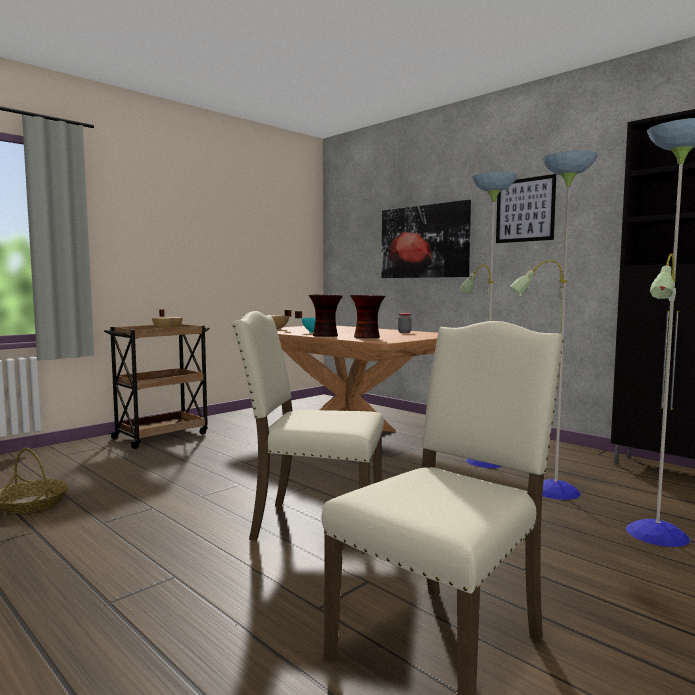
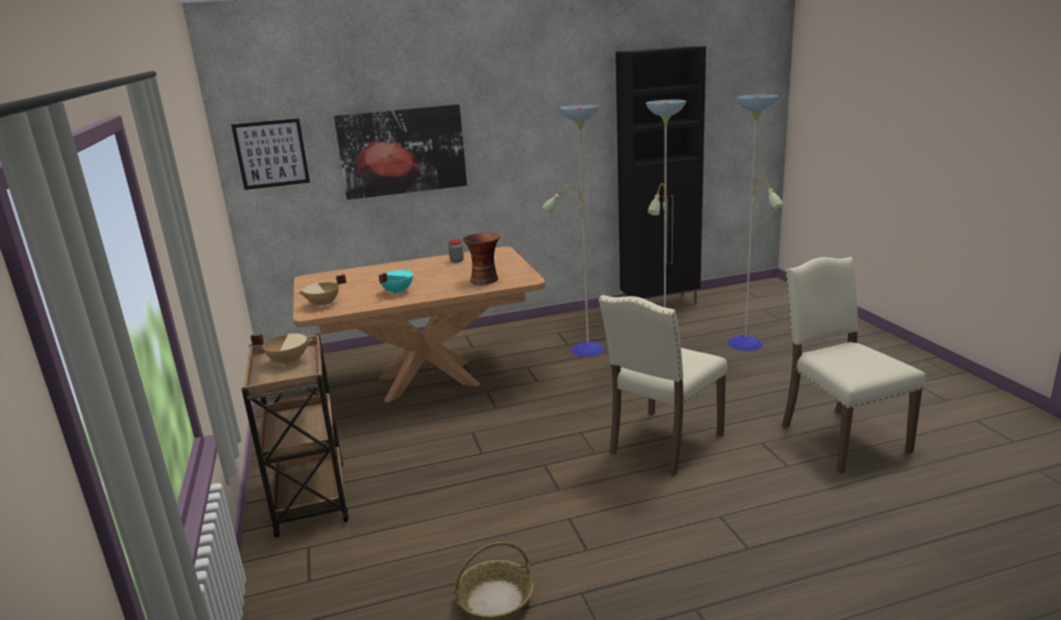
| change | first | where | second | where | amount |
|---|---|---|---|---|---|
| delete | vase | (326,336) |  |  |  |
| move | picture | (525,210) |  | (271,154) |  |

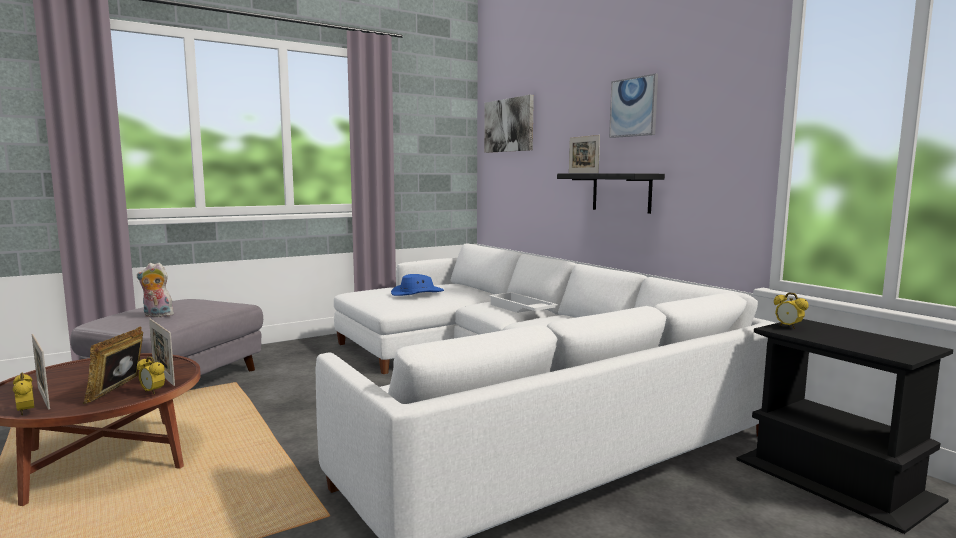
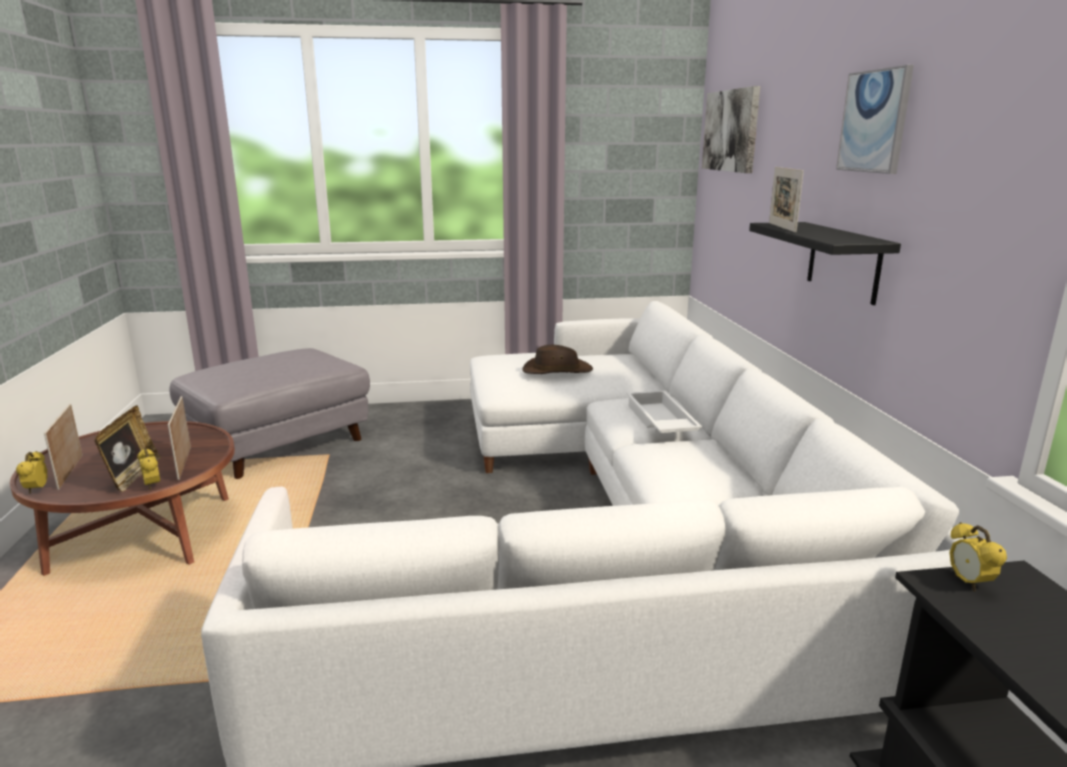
| change | first | where | second | where | amount |
|---|---|---|---|---|---|
| rotate | picture frame | (119,391) |  | (132,476) | 150 degrees clockwise |
| delete | plush toy | (157,316) |  |  |  |
| recolor | hat (blue) | (417,293) | hat (brown) | (556,370) |  |

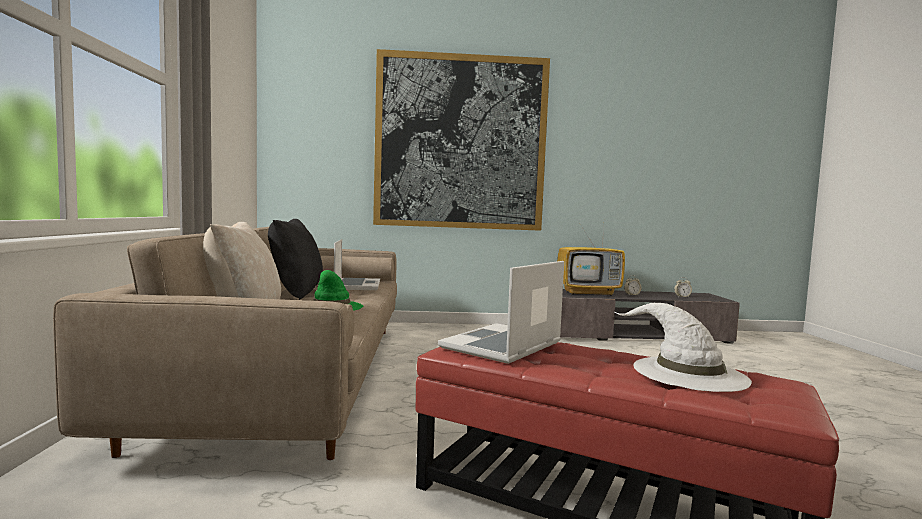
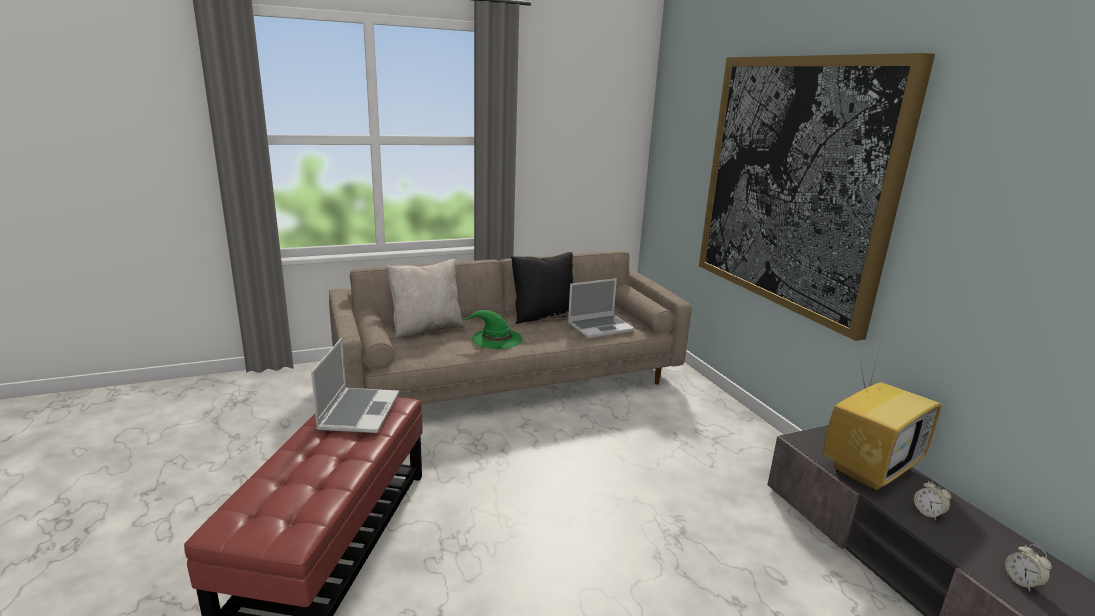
| change | first | where | second | where | amount |
|---|---|---|---|---|---|
| rotate | laptop | (502,346) |  | (358,411) | 75 degrees clockwise |
| rotate | television | (589,293) |  | (870,467) | 105 degrees counterclockwise |
| delete | hat (white) | (687,372) |  |  |  |

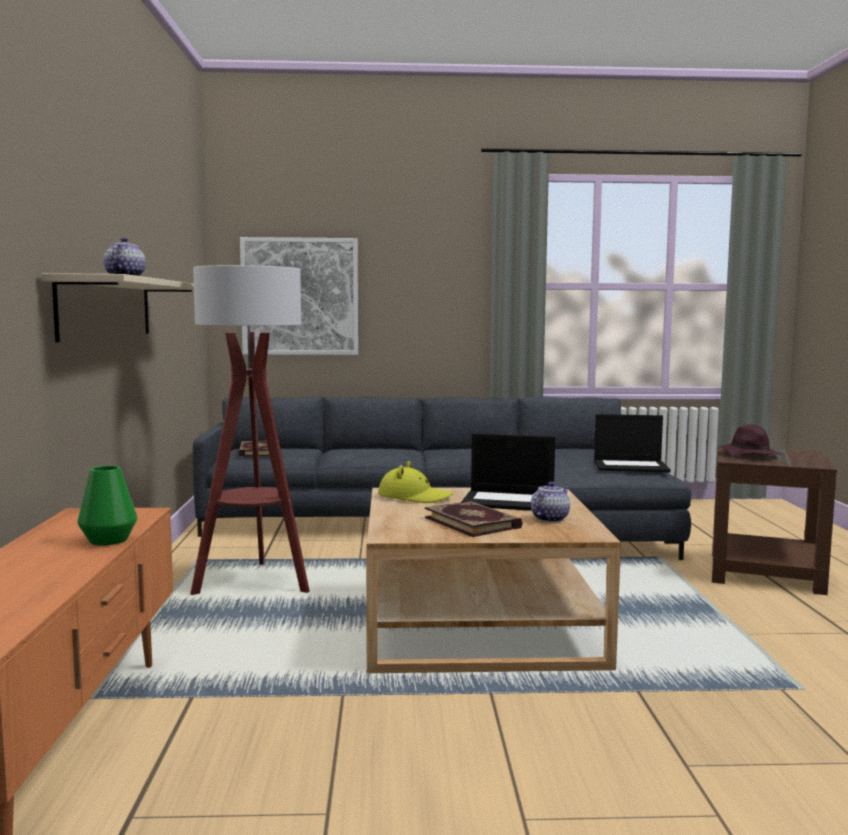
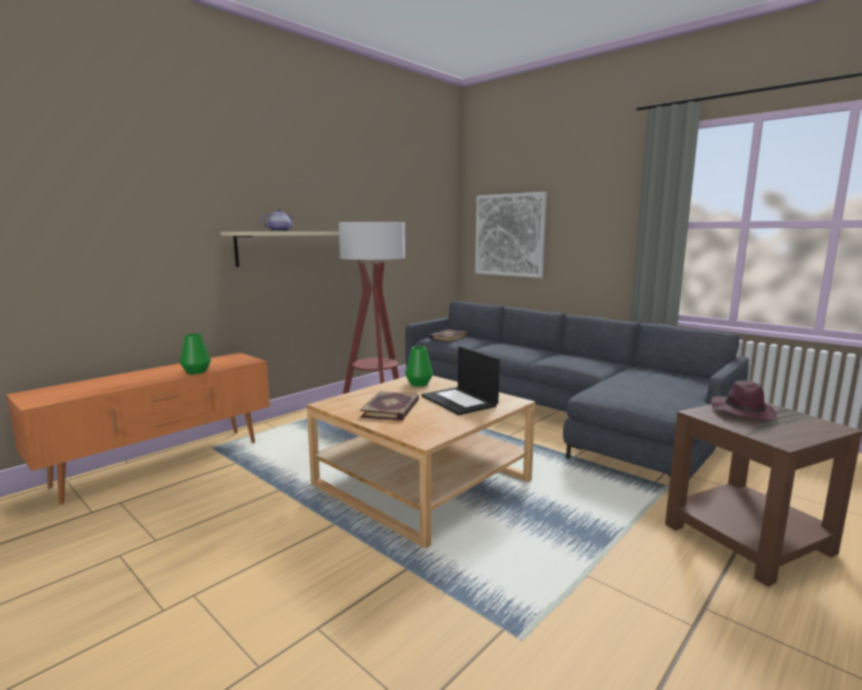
| change | first | where | second | where | amount |
|---|---|---|---|---|---|
| replace | hat (yellow) | (414,497) | vase (green) | (419,383) |  |
| delete | teapot | (550,518) |  |  |  |
| delete | laptop | (631,466) |  |  |  |

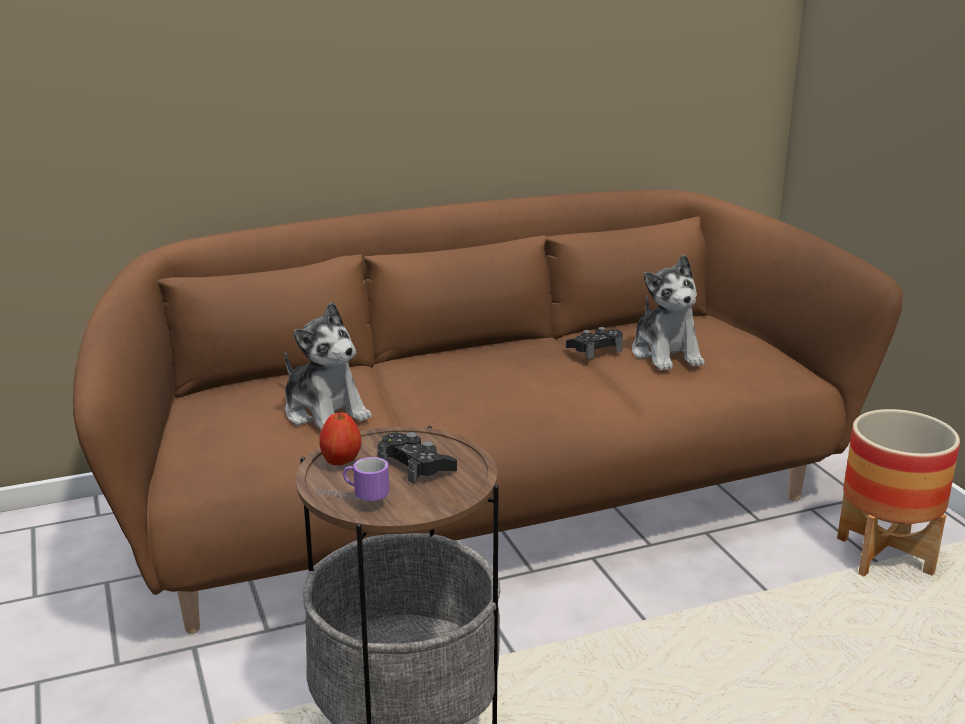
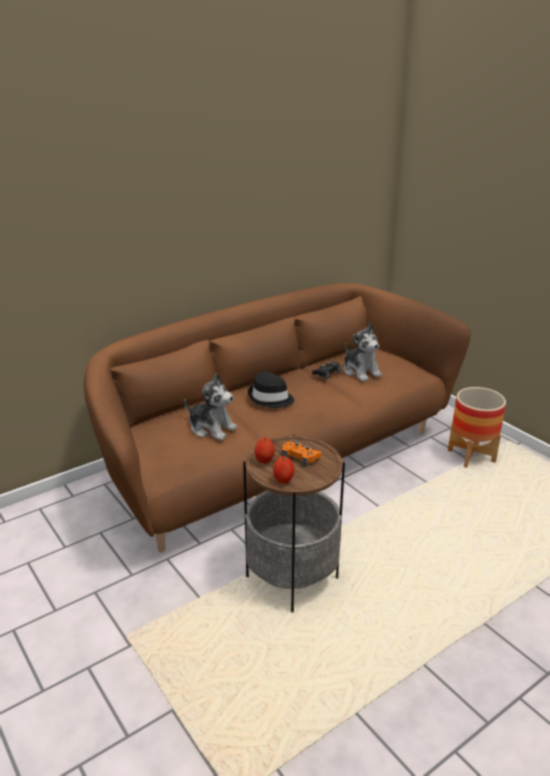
| change | first | where | second | where | amount |
|---|---|---|---|---|---|
| replace | mug | (352,499) | apple | (283,480) |  |
| recolor | game controller (black) | (416,466) | game controller (orange) | (300,457) |  |
| insert |  |  | hat (black) | (270,398) |  |

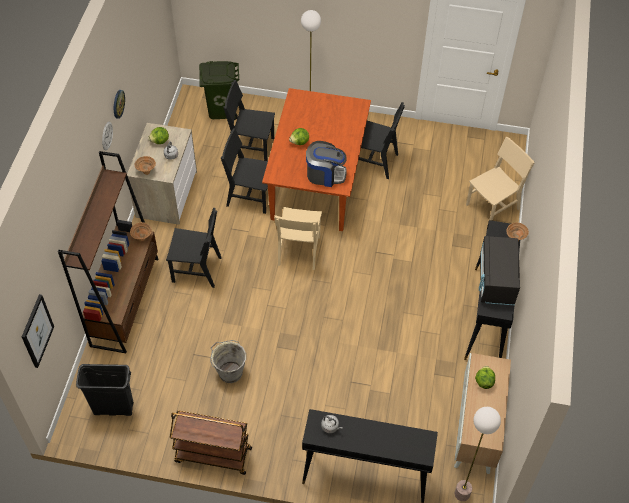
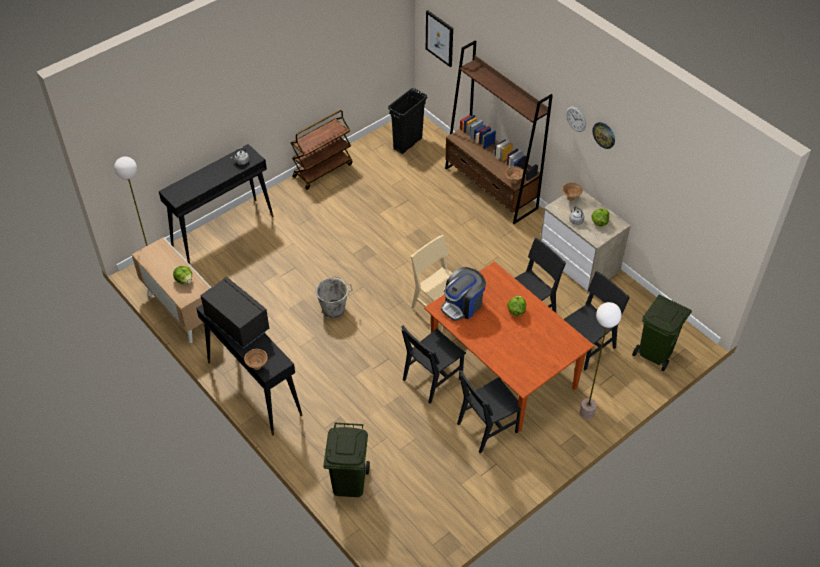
| change | first | where | second | where | amount |
|---|---|---|---|---|---|
| move | chair (black) | (197,270) |  | (432,379) |  |
| move | bucket (grey) | (229,372) |  | (334,309) |  |
| replace | chair (beige) | (492,207) | trash can (green) | (348,482) |  |

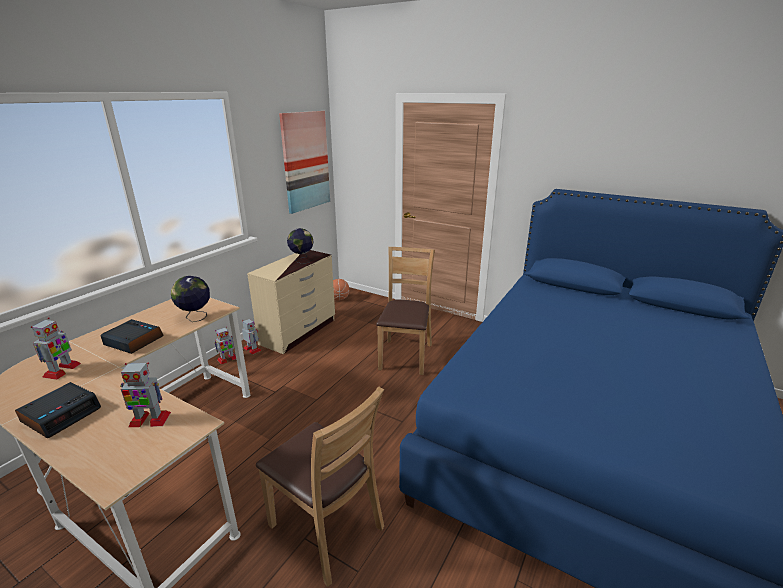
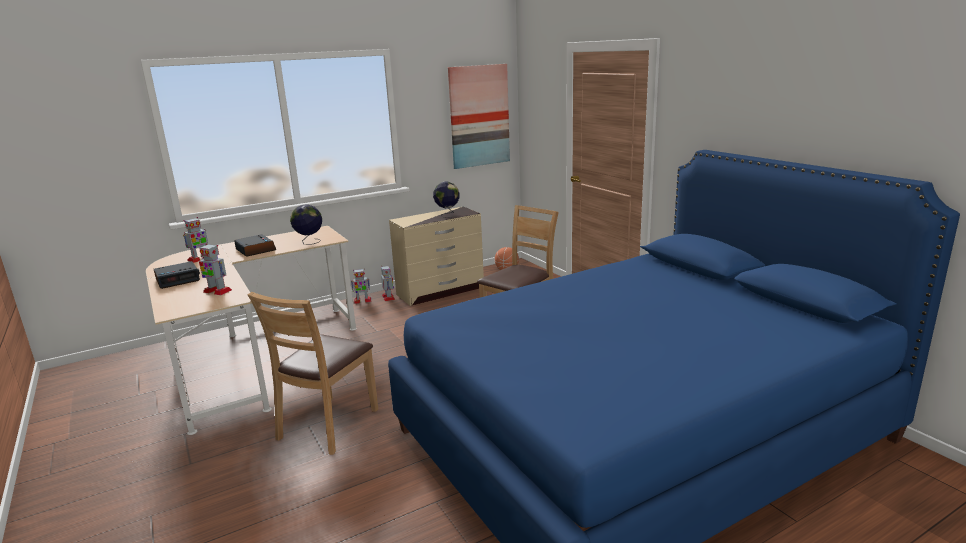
| change | first | where | second | where | amount |
|---|---|---|---|---|---|
| rotate | chair (brown) | (326,528) |  | (328,425) | 45 degrees clockwise |

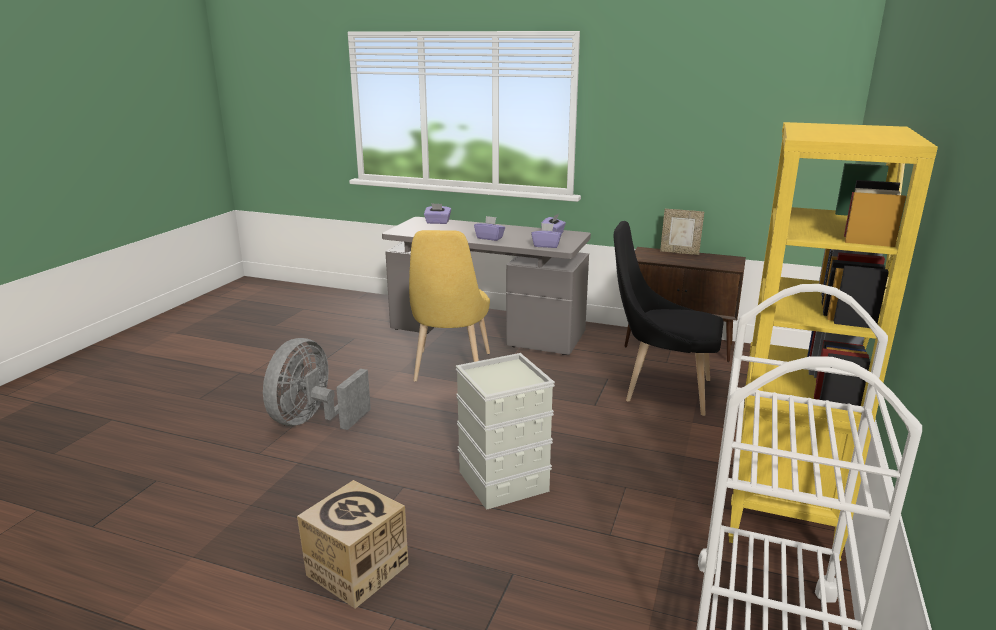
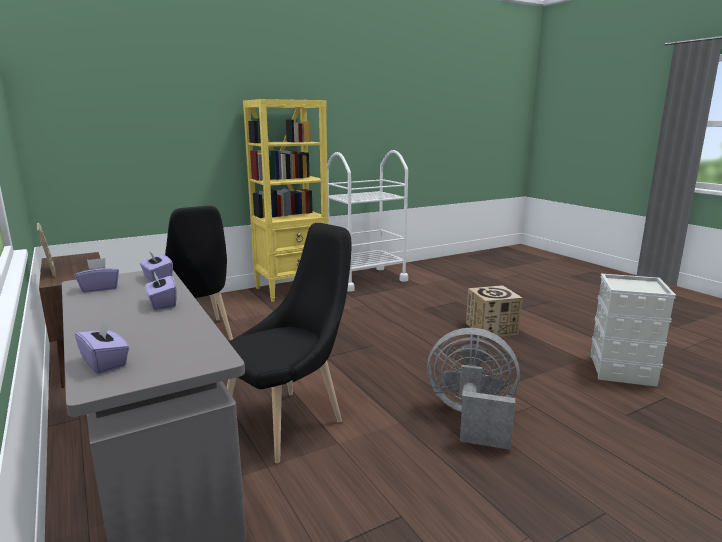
| change | first | where | second | where | amount |
|---|---|---|---|---|---|
| rotate | fan (grey) | (313,420) |  | (472,418) | 135 degrees counterclockwise |
| recolor | chair (yellow) | (450,370) | chair (black) | (290,420) |  |
| move | storage box (grey) | (502,481) |  | (622,371) |  |

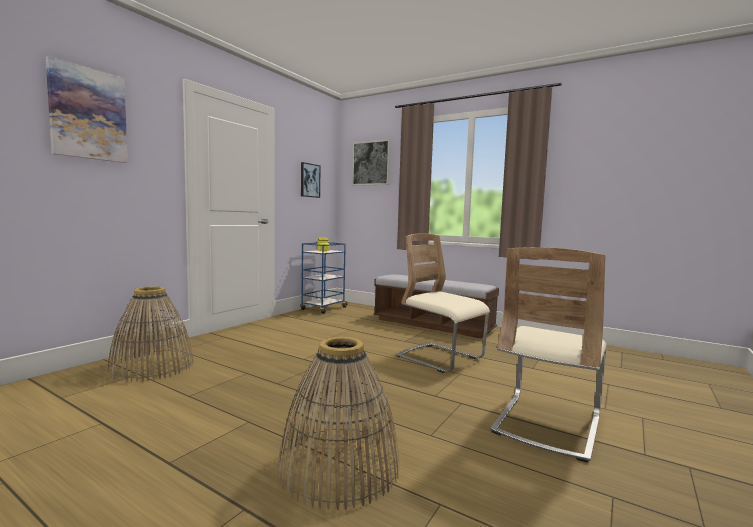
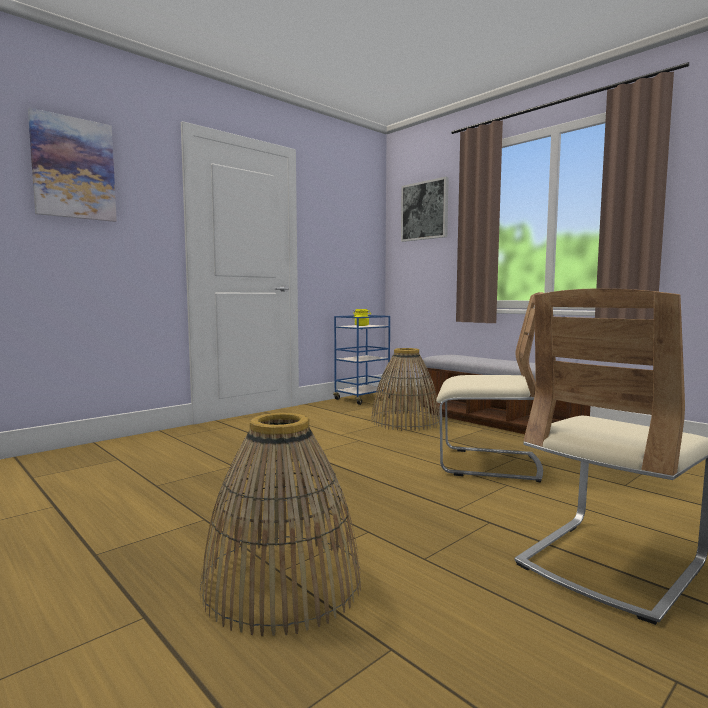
| change | first | where | second | where | amount |
|---|---|---|---|---|---|
| move | basket | (152,367) |  | (405,422) |  |
| delete | picture | (309,180) |  |  |  |
| rotate | chair (beige) | (440,358) |  | (488,464) | 135 degrees clockwise |

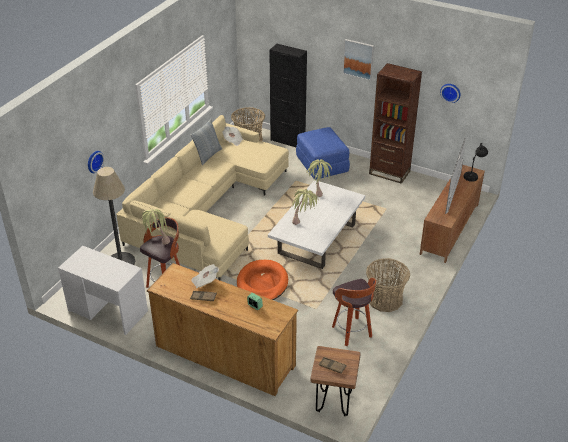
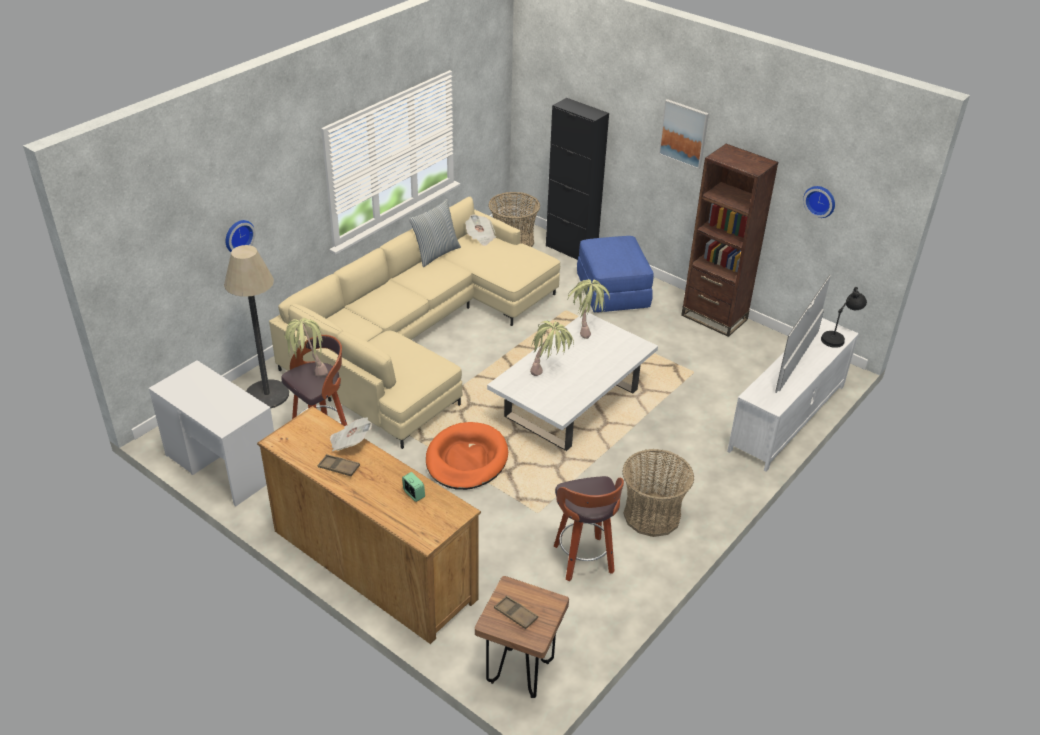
| change | first | where | second | where | amount |
|---|---|---|---|---|---|
| recolor | tv stand (brown) | (449,228) | tv stand (white) | (787,418) |  |

